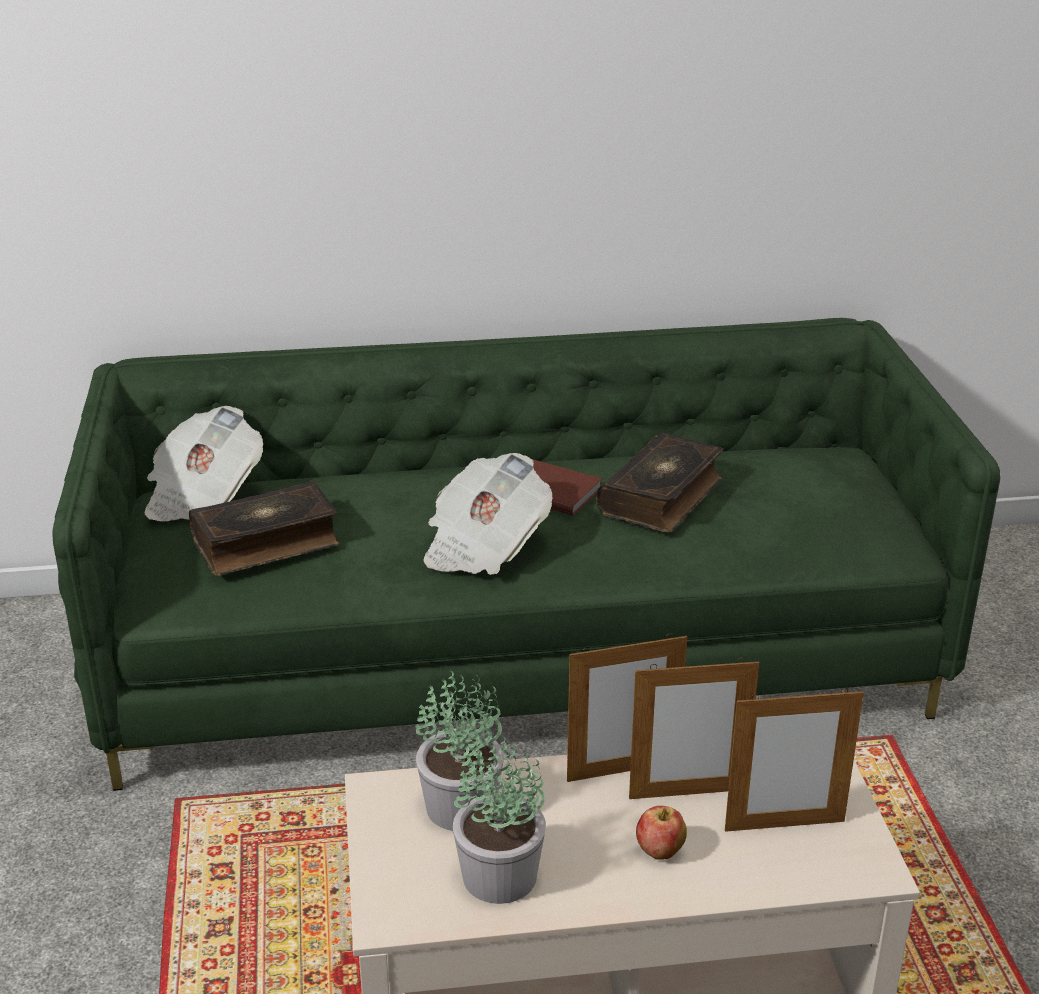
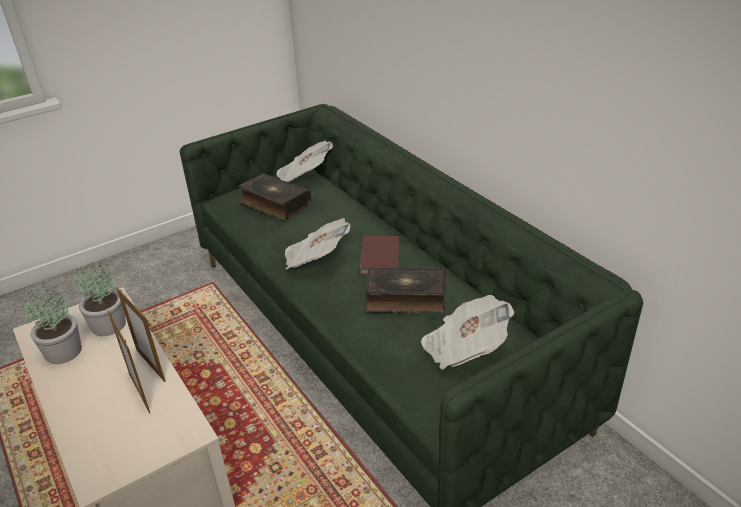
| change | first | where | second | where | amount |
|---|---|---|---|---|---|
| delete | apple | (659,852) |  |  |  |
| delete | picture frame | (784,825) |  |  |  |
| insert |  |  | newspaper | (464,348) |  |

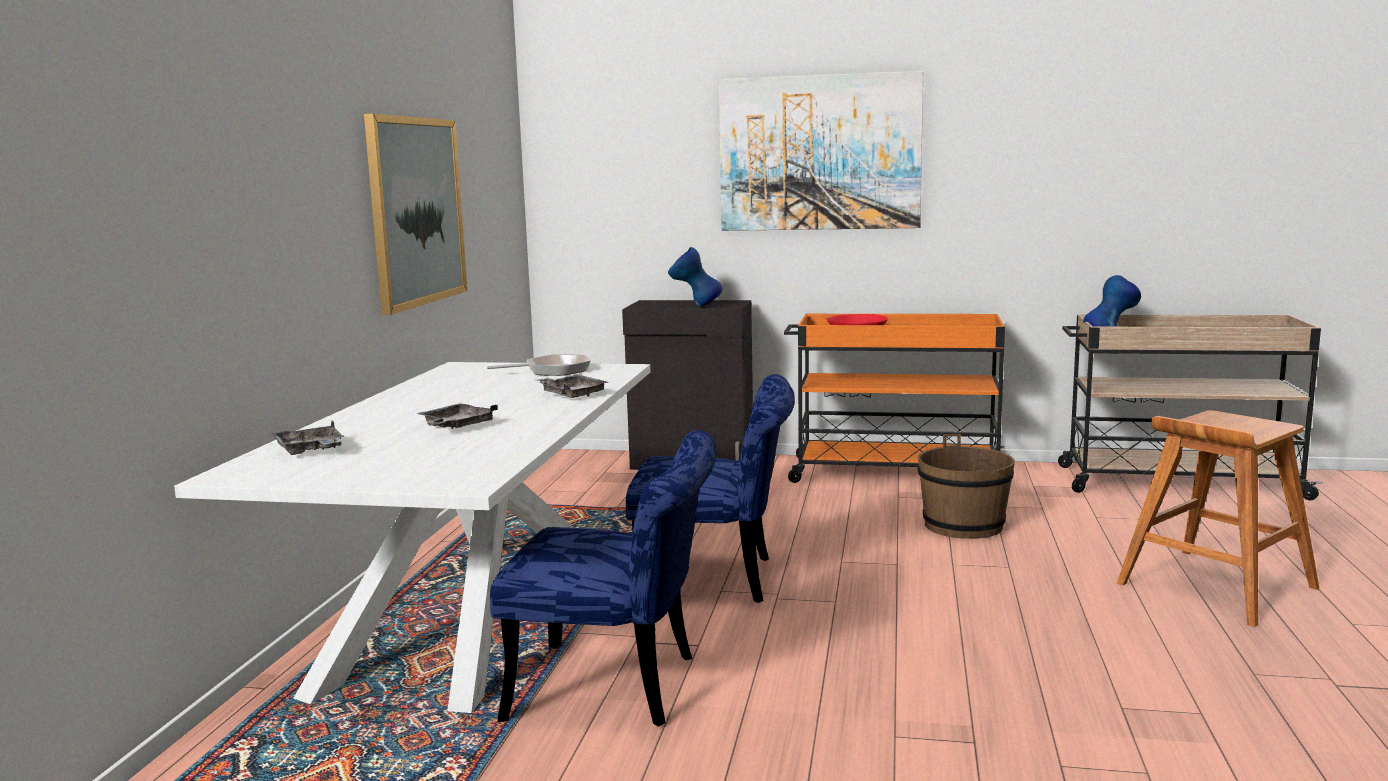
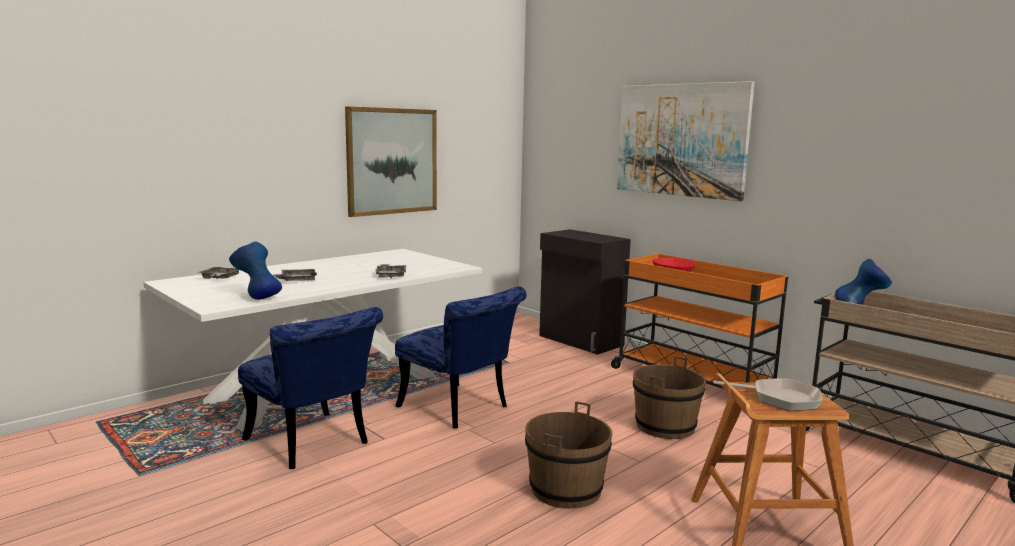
| change | first | where | second | where | amount |
|---|---|---|---|---|---|
| move | frying pan | (552,371) |  | (780,399) |  |
| move | vase (blue) | (695,306) |  | (257,298) |  |
| insert |  |  | bucket (brown) | (565,489) |  |

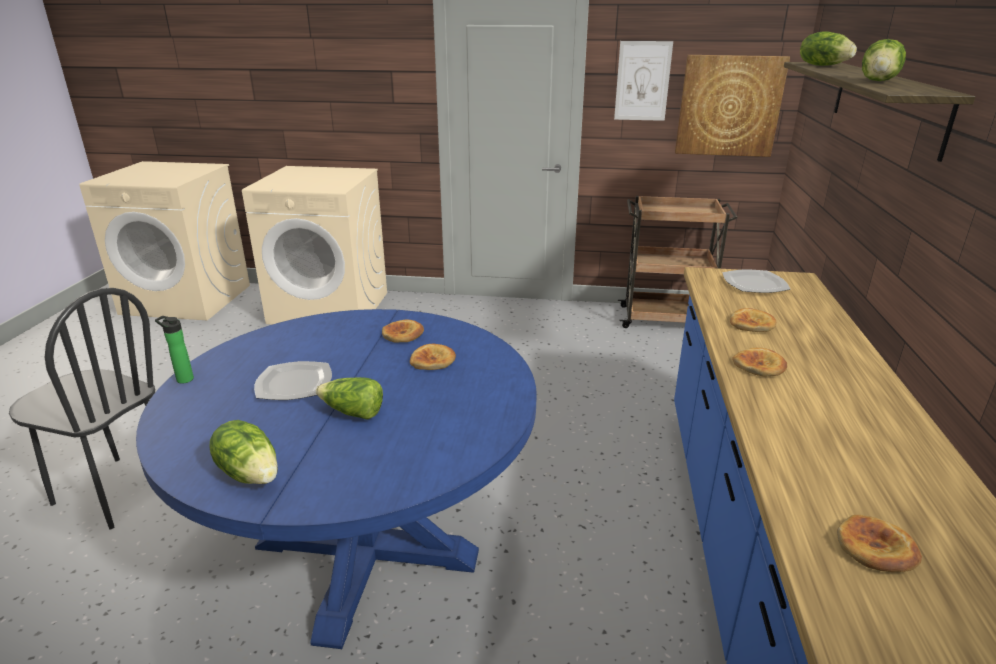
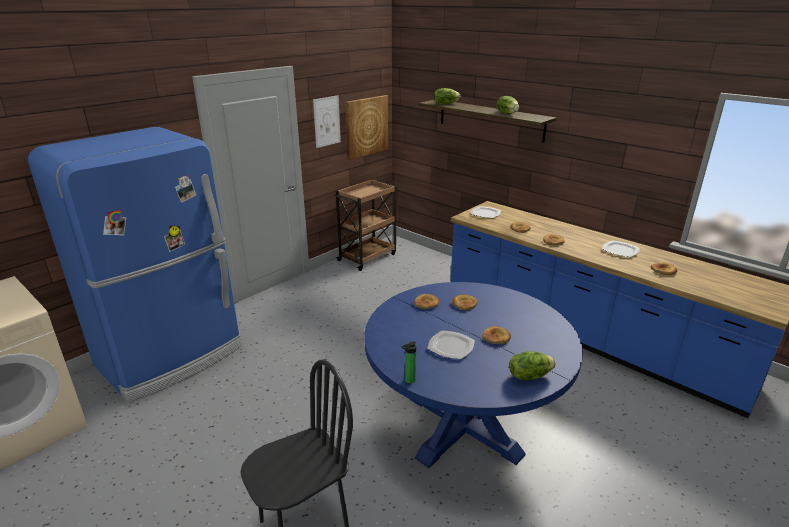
| change | first | where | second | where | amount |
|---|---|---|---|---|---|
| replace | washing machine (beige) | (330,307) | fridge (blue) | (172,356) |  |
| replace | lettuce | (352,412) | bread | (496,337) |  |
| insert |  |  | plate | (620,250) |  |

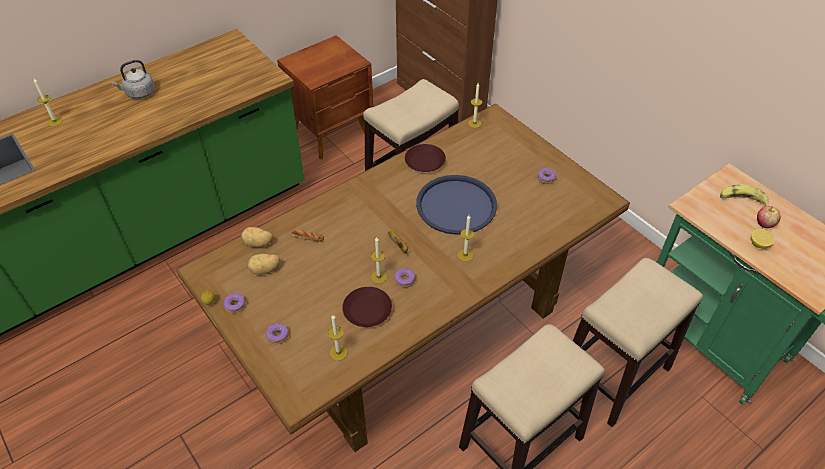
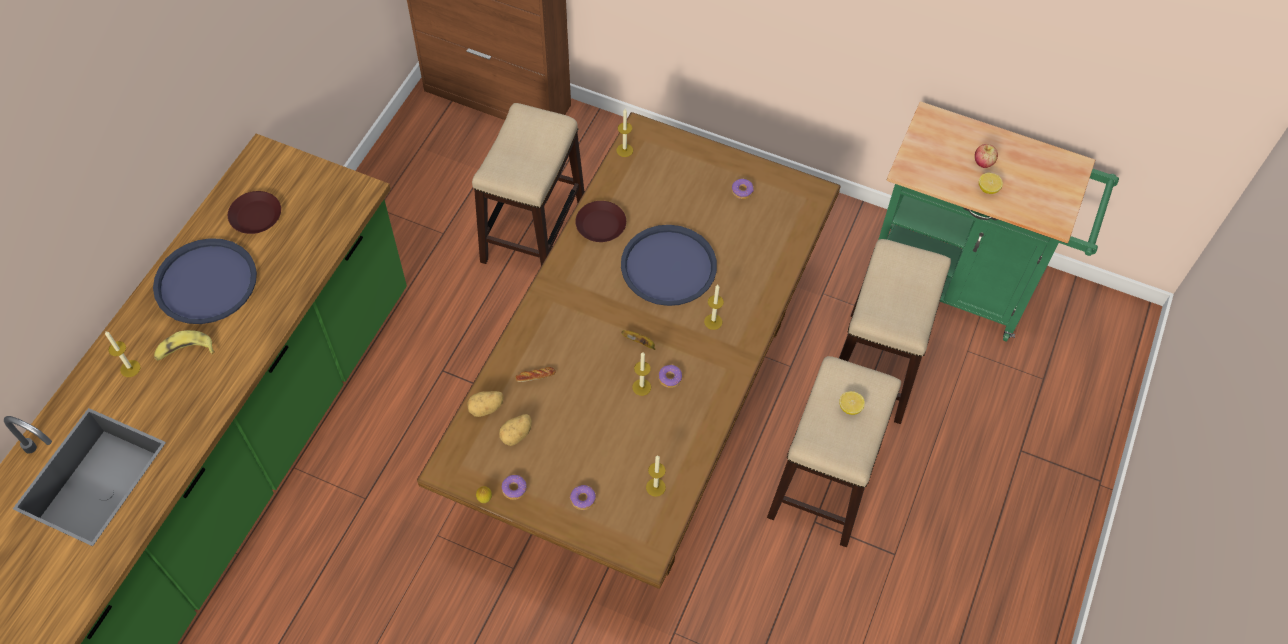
| change | first | where | second | where | amount |
|---|---|---|---|---|---|
| replace | kettle (grey) | (139,93) | tray (blue) | (206,282) |  |
| delete | nightstand (brown) | (332,133) |  |  |  |
| move | plate (brown) | (367,310) |  | (256,215) |  |
| move | banana | (741,200) |  | (185,351) |  |
| insert |  |  | lemon | (850,407) |  |

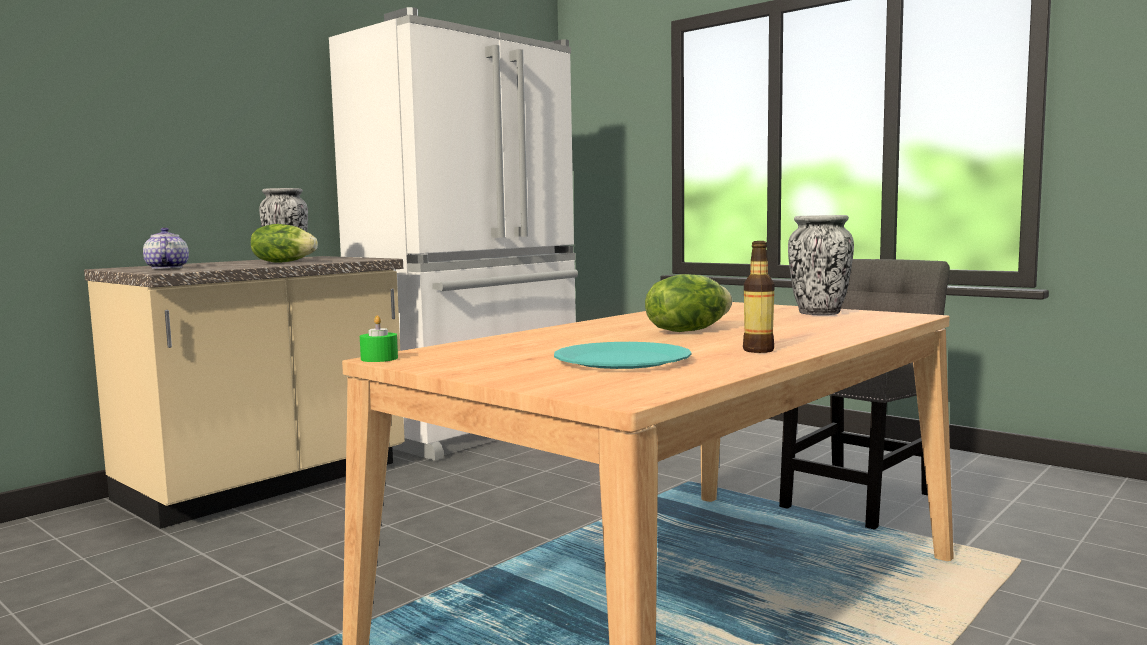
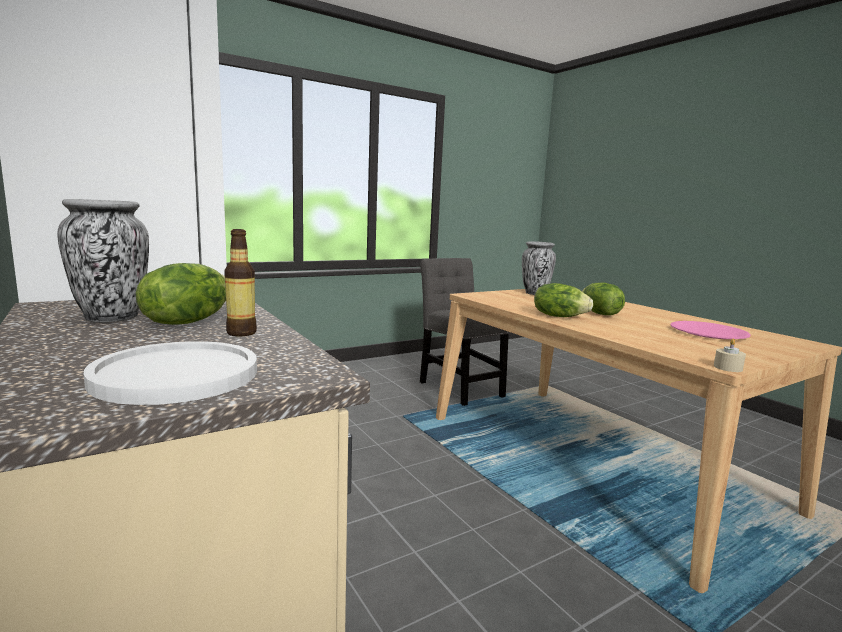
| change | first | where | second | where | amount |
|---|---|---|---|---|---|
| replace | teapot | (166,268) | plate (white) | (176,375) |  |
| recolor | candle (green) | (379,358) | candle (beige) | (728,368) |  |
| recolor | plate (turquoise) | (622,360) | plate (pink) | (708,332) |  |
| move | bottle | (758,350) |  | (241,333) |  |
| insert |  |  | lettuce | (559,316) |  |

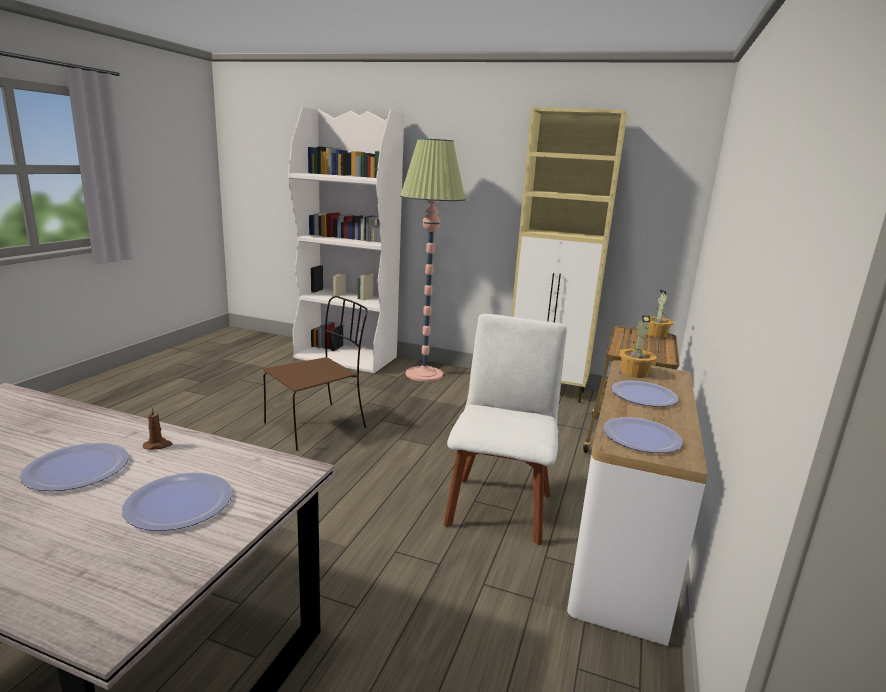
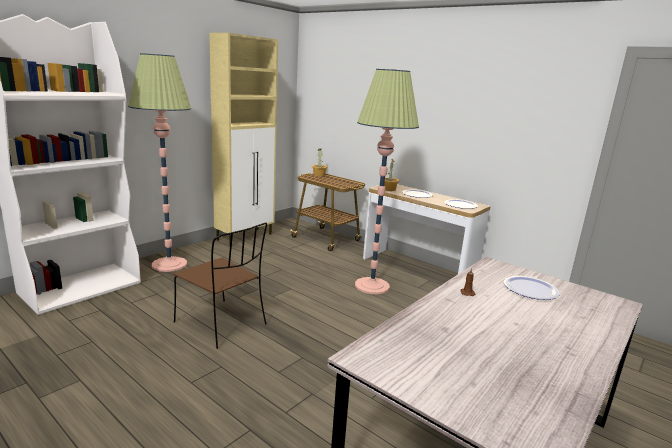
| change | first | where | second | where | amount |
|---|---|---|---|---|---|
| delete | plate | (77,469) |  |  |  |
| rotate | chair (brown) | (317,425) |  | (222,324) | 150 degrees clockwise |
| replace | chair (white) | (499,505) | floor lamp | (372,286) |  |

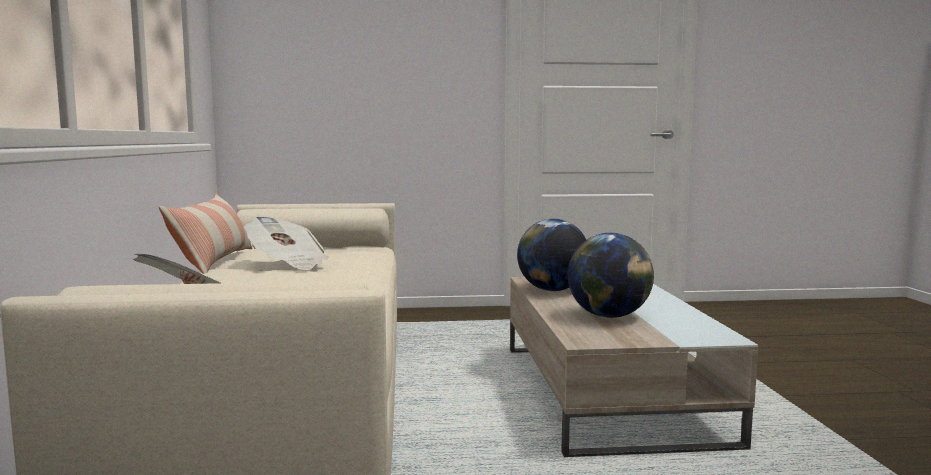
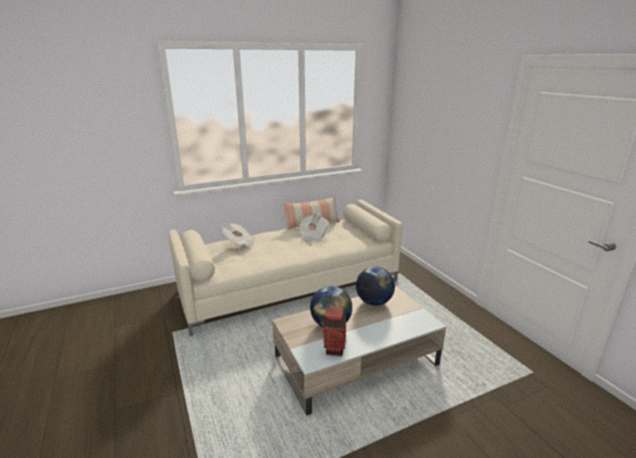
| change | first | where | second | where | amount |
|---|---|---|---|---|---|
| insert |  |  | vase | (334,350) |  |

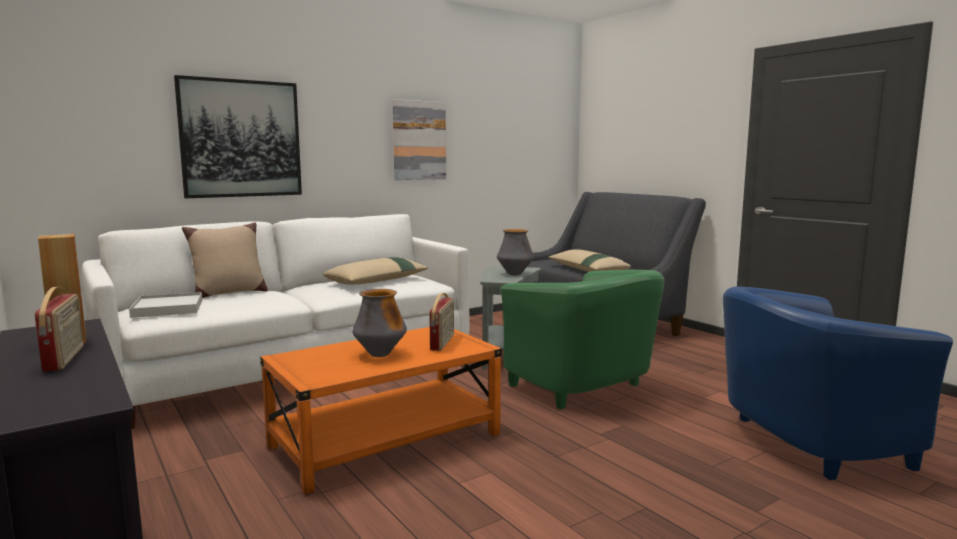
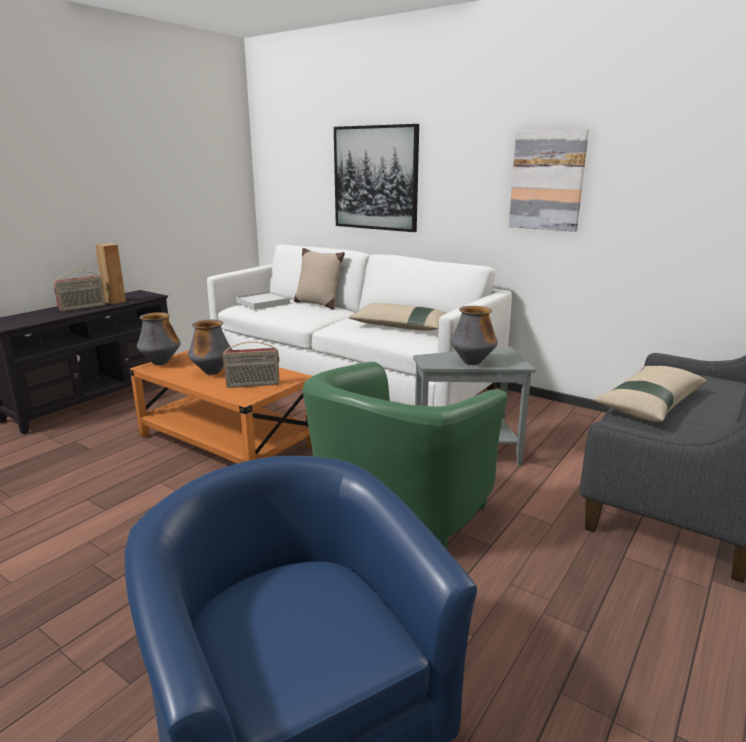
| change | first | where | second | where | amount |
|---|---|---|---|---|---|
| insert |  |  | vase | (161,363) |  |

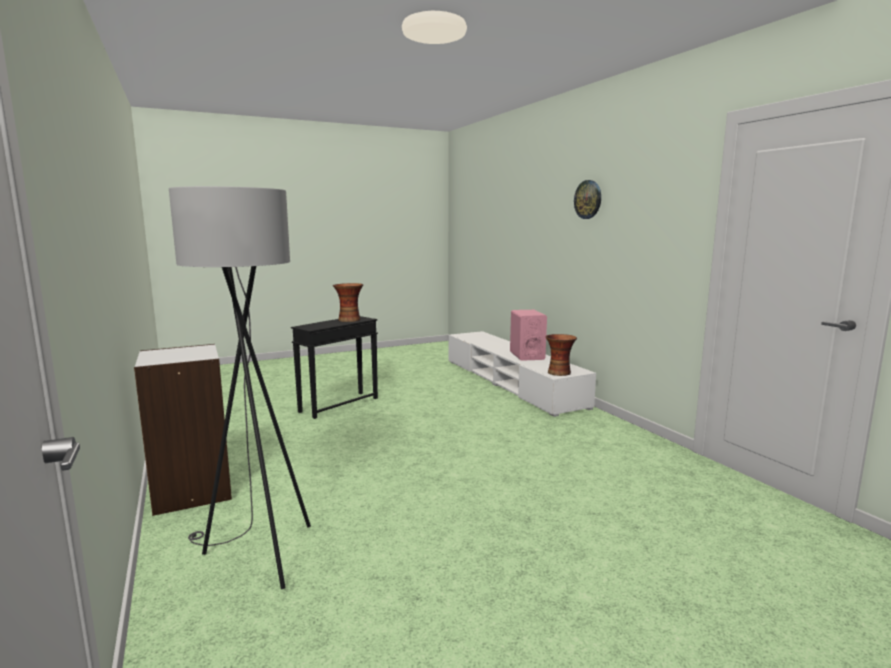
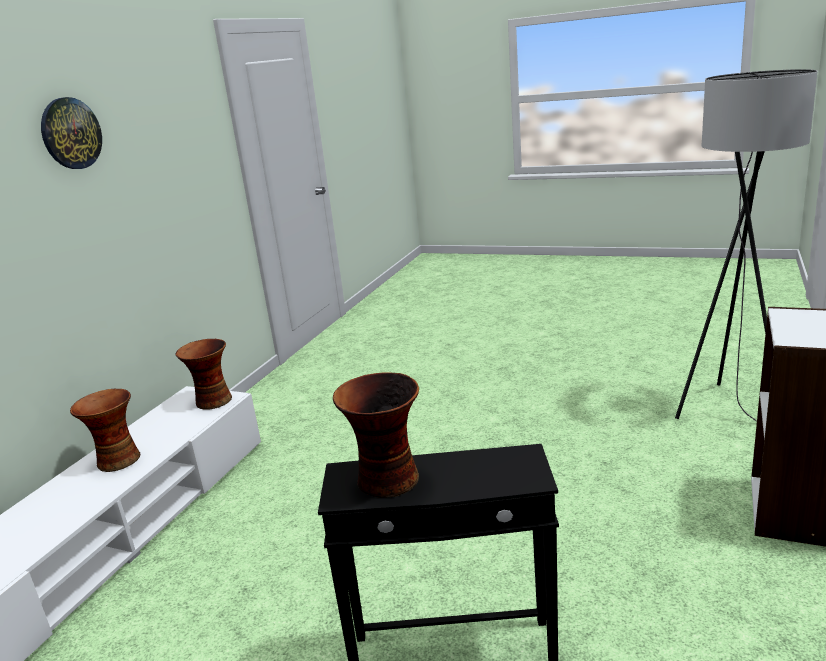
| change | first | where | second | where | amount |
|---|---|---|---|---|---|
| replace | speaker (pink) | (527,355) | vase | (117,460) |  |

